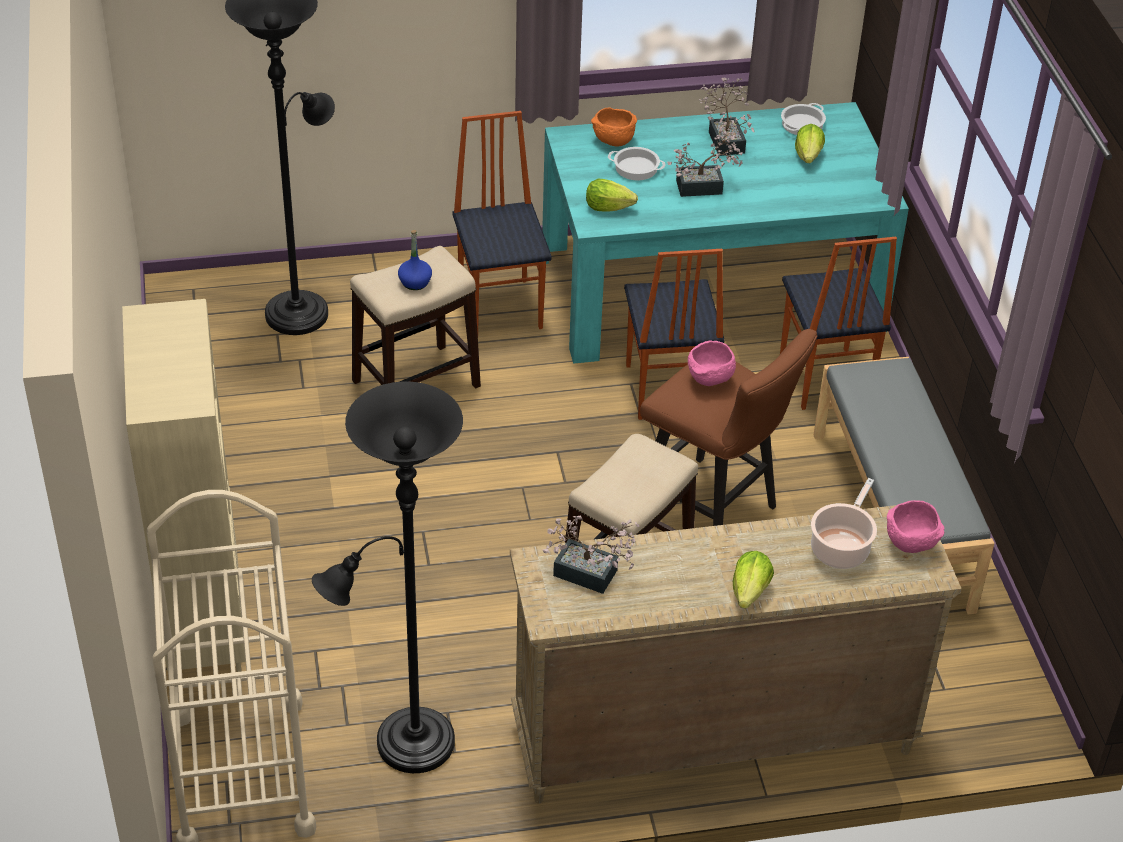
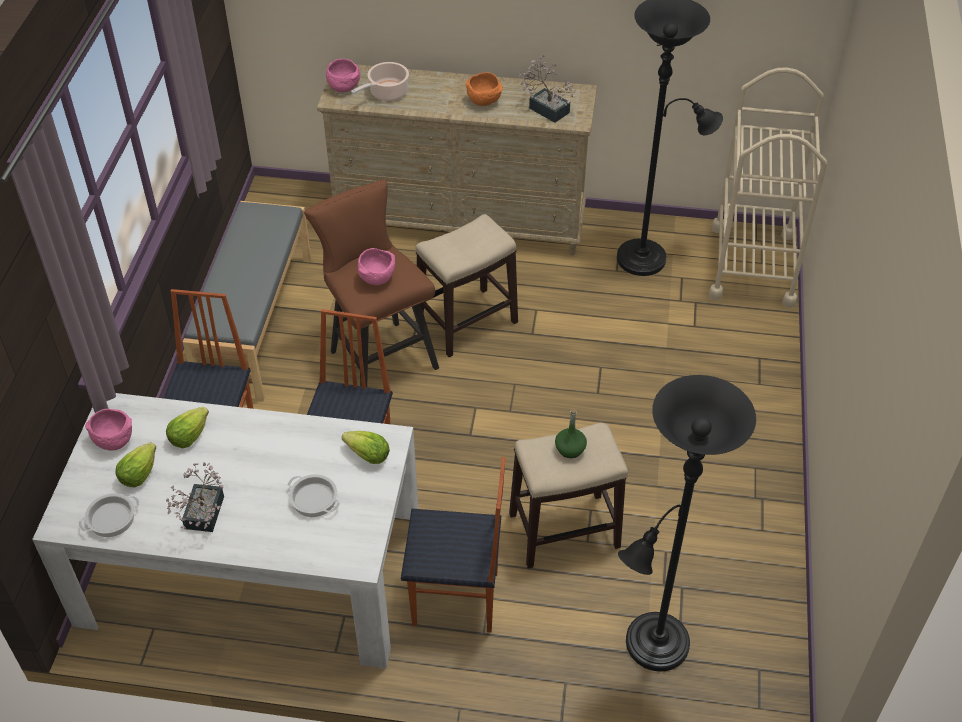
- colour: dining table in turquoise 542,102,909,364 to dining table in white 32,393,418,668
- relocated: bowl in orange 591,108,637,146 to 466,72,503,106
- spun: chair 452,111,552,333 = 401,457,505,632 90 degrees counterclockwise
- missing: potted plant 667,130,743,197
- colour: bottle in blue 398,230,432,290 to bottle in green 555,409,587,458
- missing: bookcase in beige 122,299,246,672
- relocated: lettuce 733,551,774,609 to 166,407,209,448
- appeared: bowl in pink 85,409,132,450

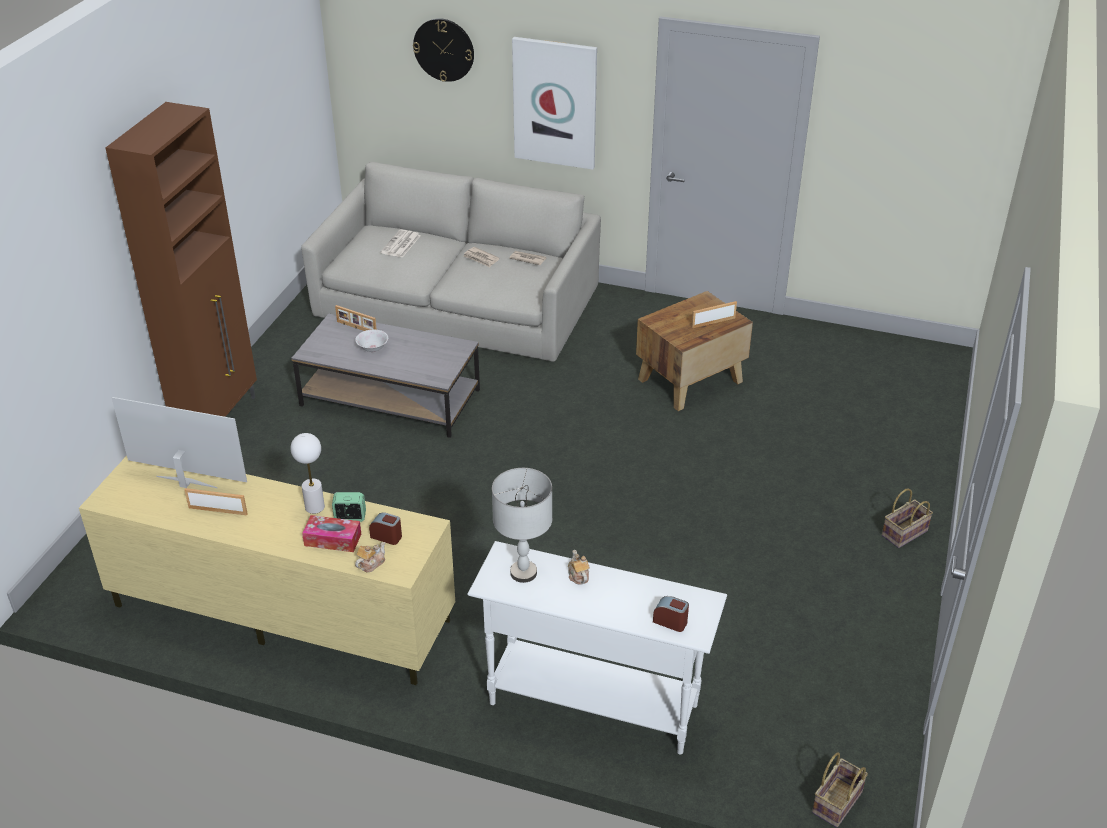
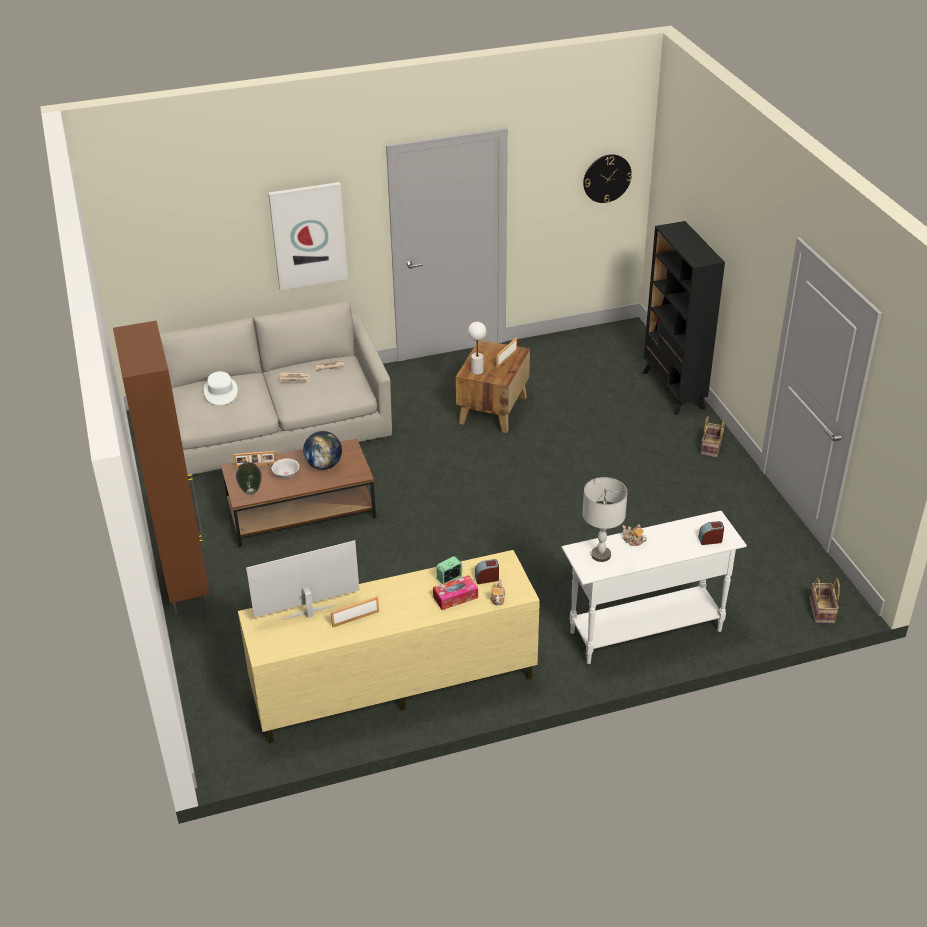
- relocated: wall clock 413,18,474,82 to 583,154,632,203
- exchanged: newspaper 380,229,421,258 to hat in white 204,371,237,405
- colour: coffee table in grey 291,313,480,438 to coffee table in brown 221,438,376,547
- relocated: table lamp in white 291,433,325,514 to 468,322,486,375
- appeared: bookcase in black 643,221,725,415
- appeared: globe 303,431,342,470
- appeared: vase 236,462,262,495

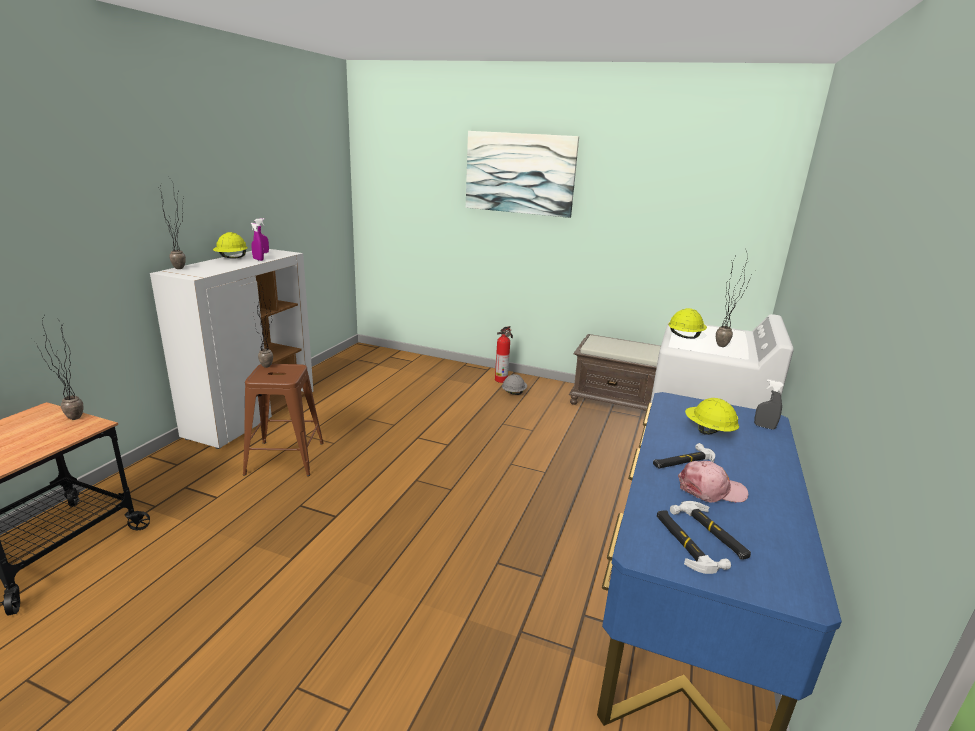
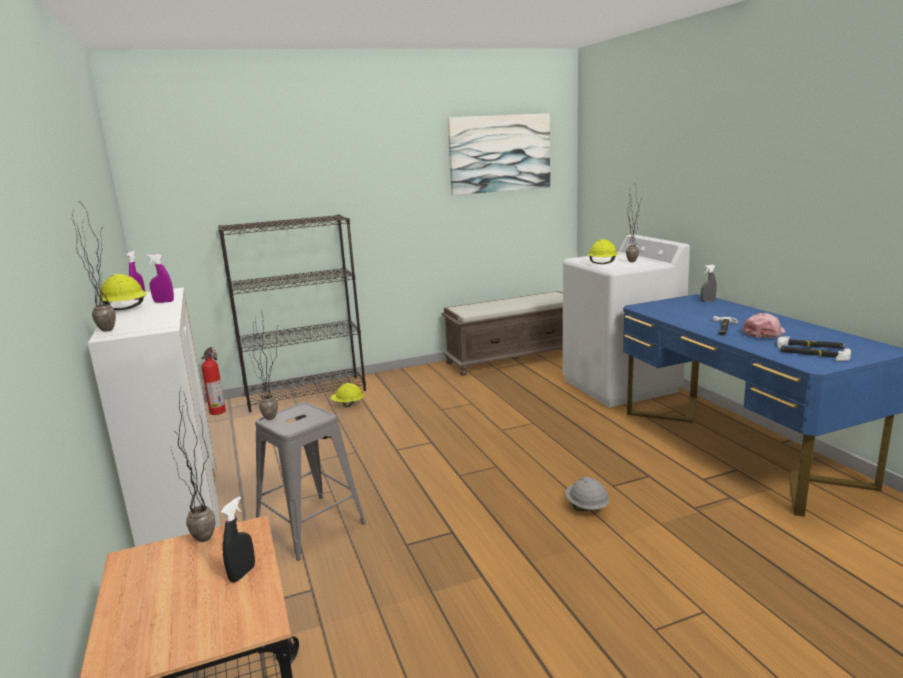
- relocated: picture 466,131,579,218 to 448,113,550,195
- relocated: fire extinguisher 495,326,513,383 to 201,347,226,415
- colour: stool in brown 243,364,324,476 to stool in grey 255,402,366,560
- relocated: hard hat in grey 502,374,527,395 to 565,477,609,511
- relocated: hard hat in yellow 685,398,739,435 to 331,383,364,407
- appeared: bookcase in black 218,214,366,412
- appeared: spray bottle in black 221,496,255,582

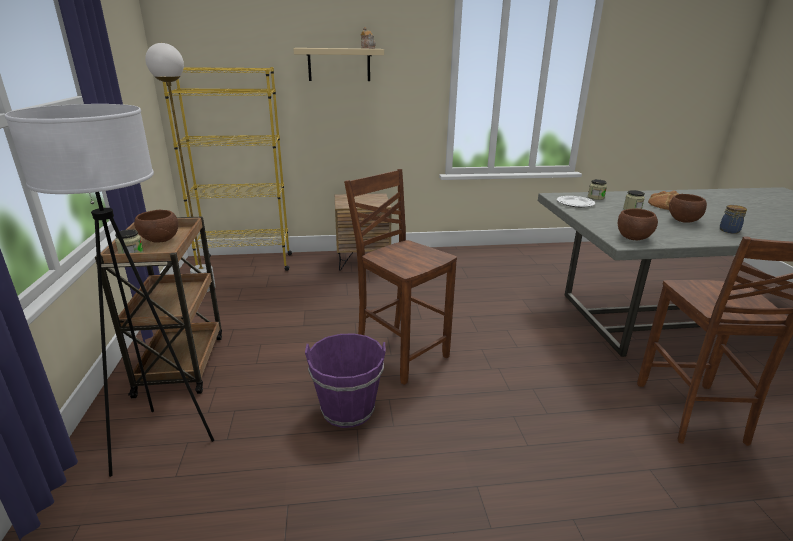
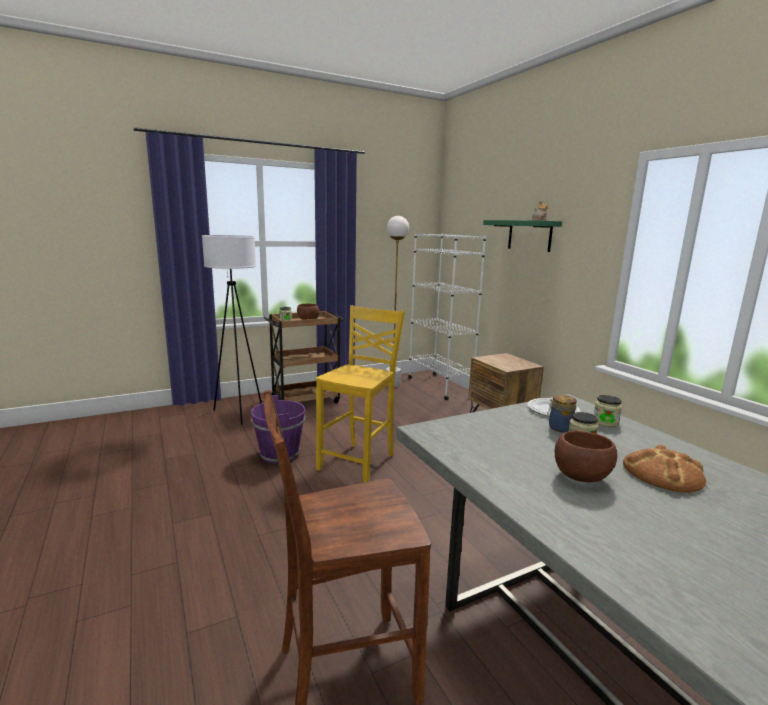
- colour: shelf in beige 293,48,384,81 to shelf in green 483,220,562,252
- colour: bookcase in yellow 163,67,292,271 to bookcase in white 408,233,486,400
- colour: chair in brown 344,169,457,385 to chair in yellow 316,305,405,483
- relocated: jar 720,205,747,234 to 547,395,577,433
- missing: bowl in brown 618,209,658,240

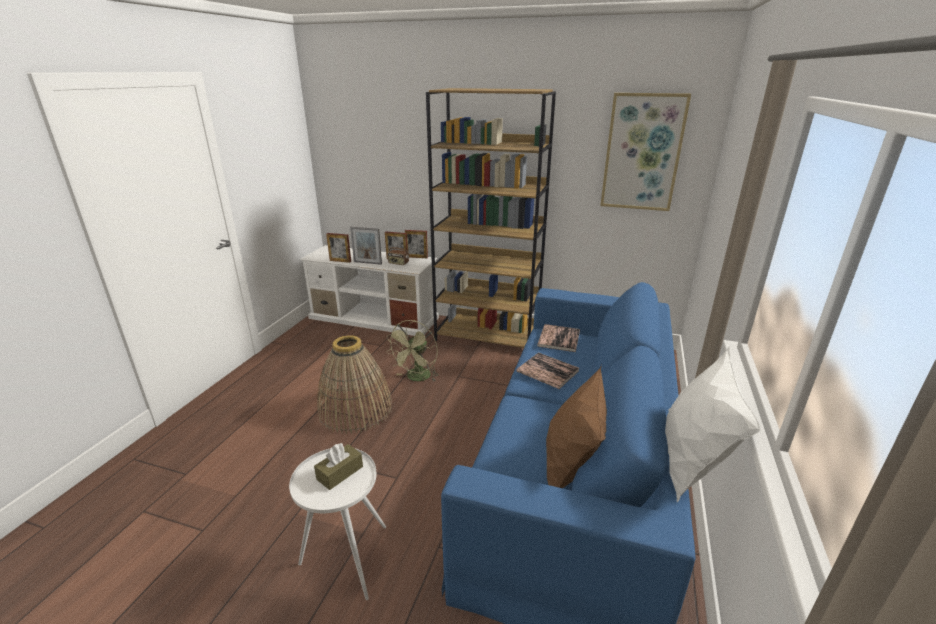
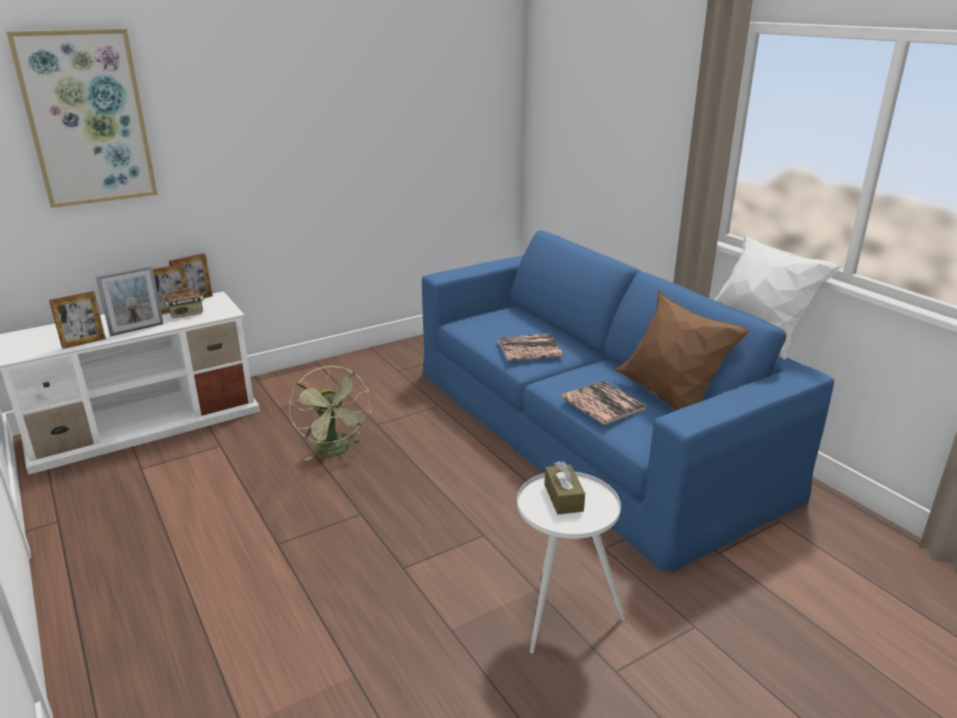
- missing: bookcase in brown 426,88,556,348
- relocated: picture 600,93,691,211 to 6,29,158,208
- relocated: book 537,324,580,352 to 562,380,646,425
- missing: basket 317,335,392,434

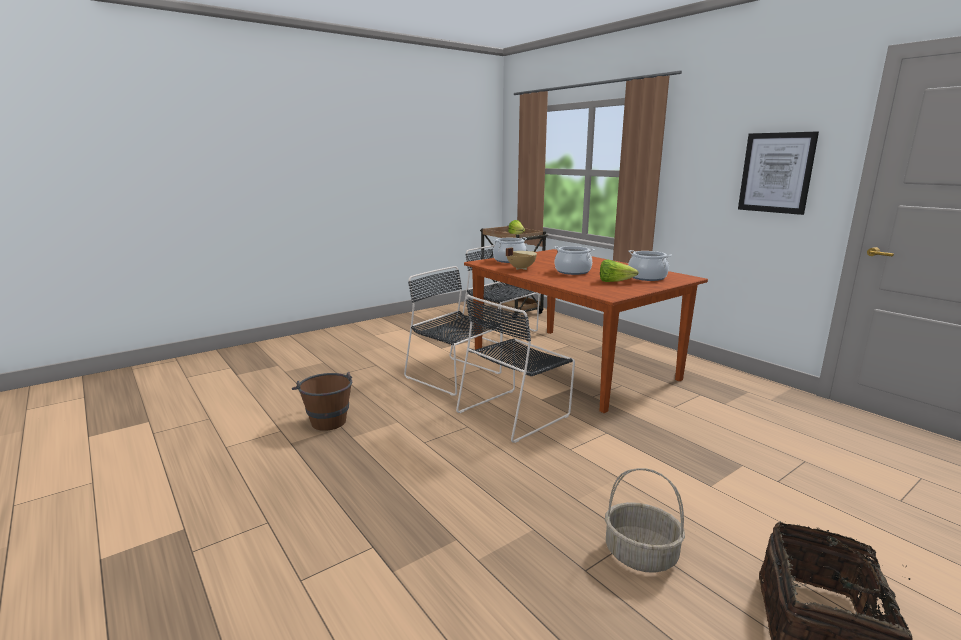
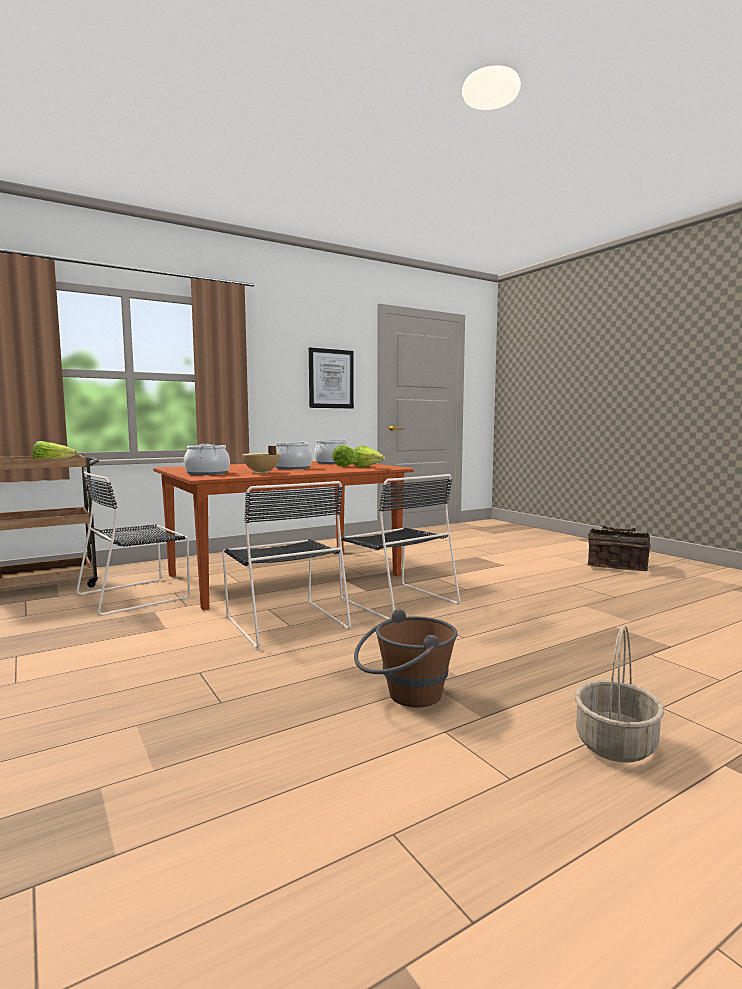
- spun: chair in black 404,266,503,396 = 222,481,351,648 75 degrees counterclockwise
- relocated: basket 605,468,685,573 to 575,626,664,762
- appeared: lettuce 353,445,385,467

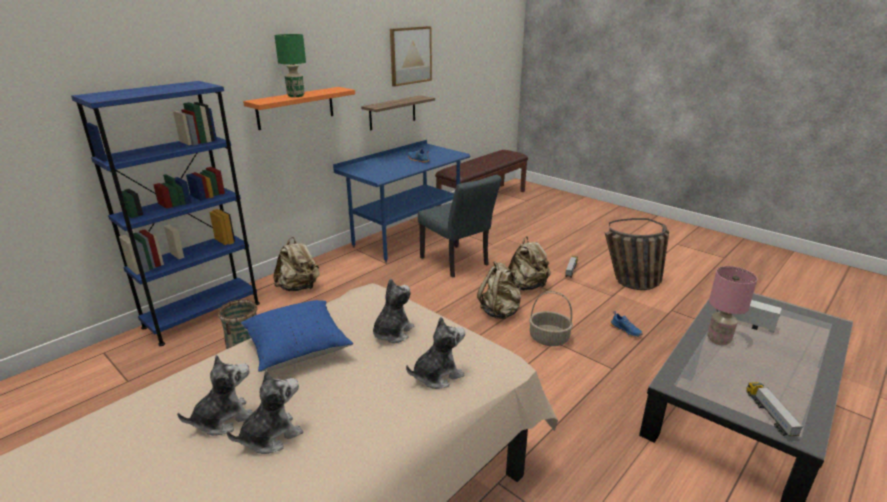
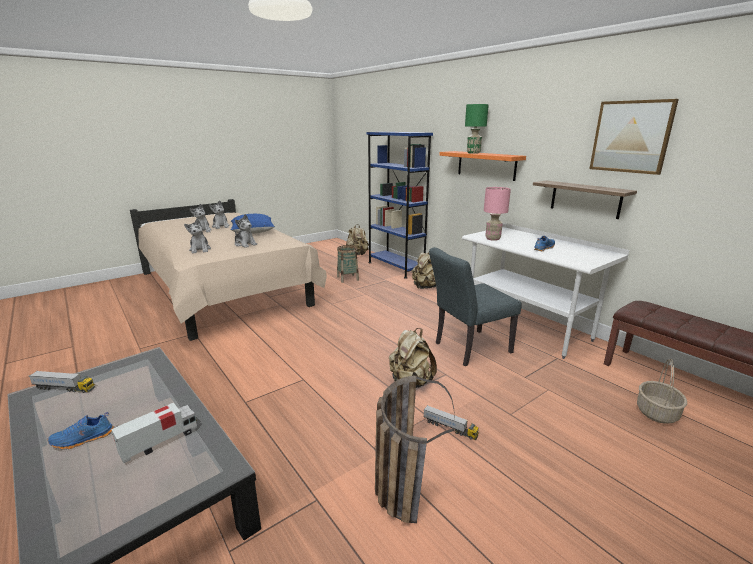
- colour: desk in blue 333,140,470,263 to desk in white 462,223,629,359
- relocated: backpack in beige 477,261,521,319 to 346,224,369,255
- relocated: table lamp in pink 707,266,757,345 to 484,187,511,241
- relocated: basket 529,291,573,346 to 637,359,687,424
- relocated: shoe in blue 610,311,643,337 to 48,412,114,449

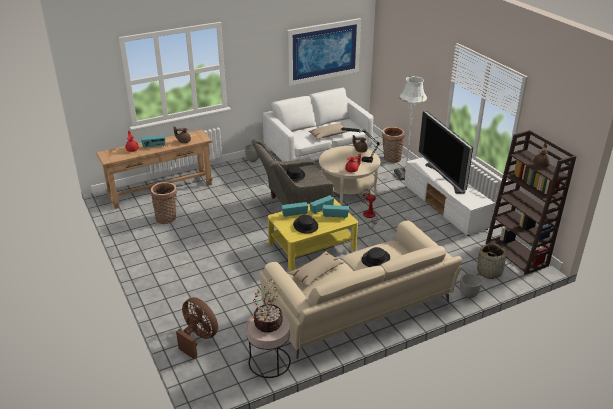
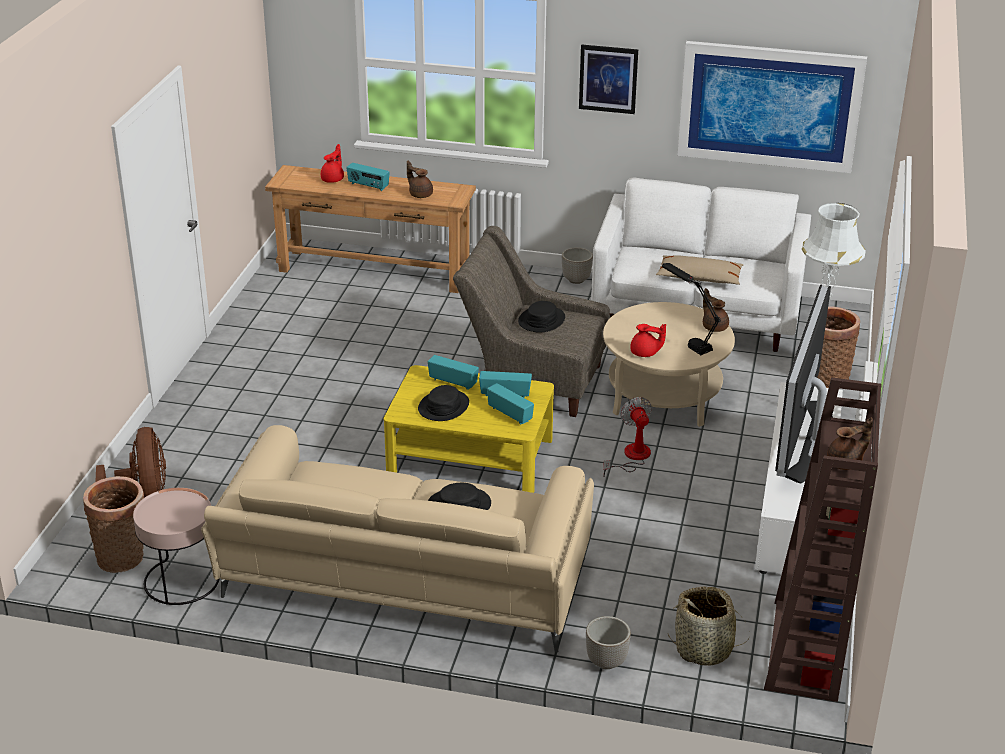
- relocated: basket 151,182,177,224 to 83,476,144,573
- missing: pillow in beige 288,251,344,286
- missing: potted plant 253,279,283,333
- appeared: picture 579,45,638,114

